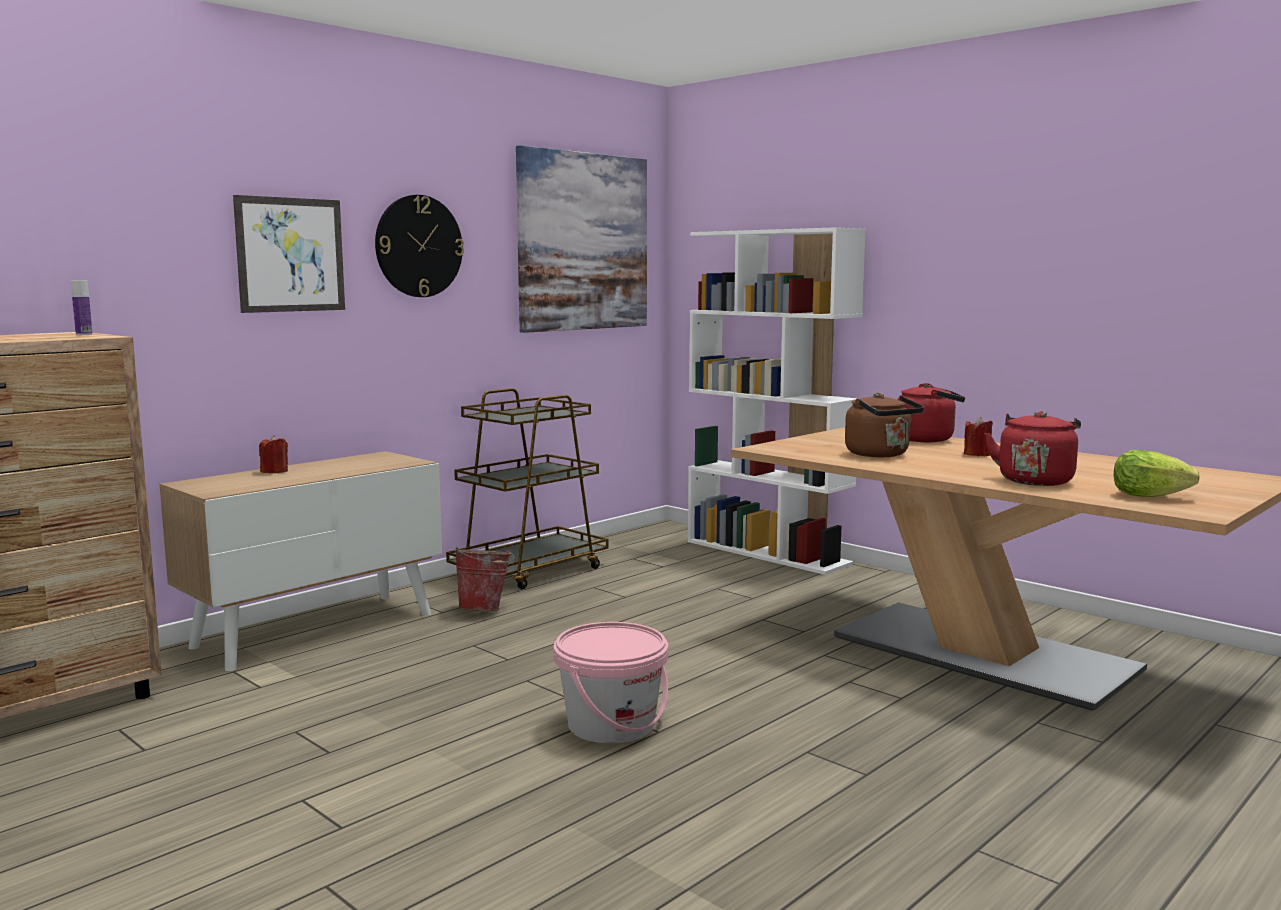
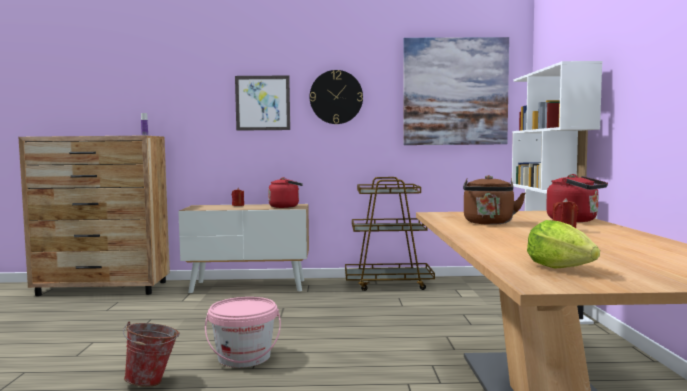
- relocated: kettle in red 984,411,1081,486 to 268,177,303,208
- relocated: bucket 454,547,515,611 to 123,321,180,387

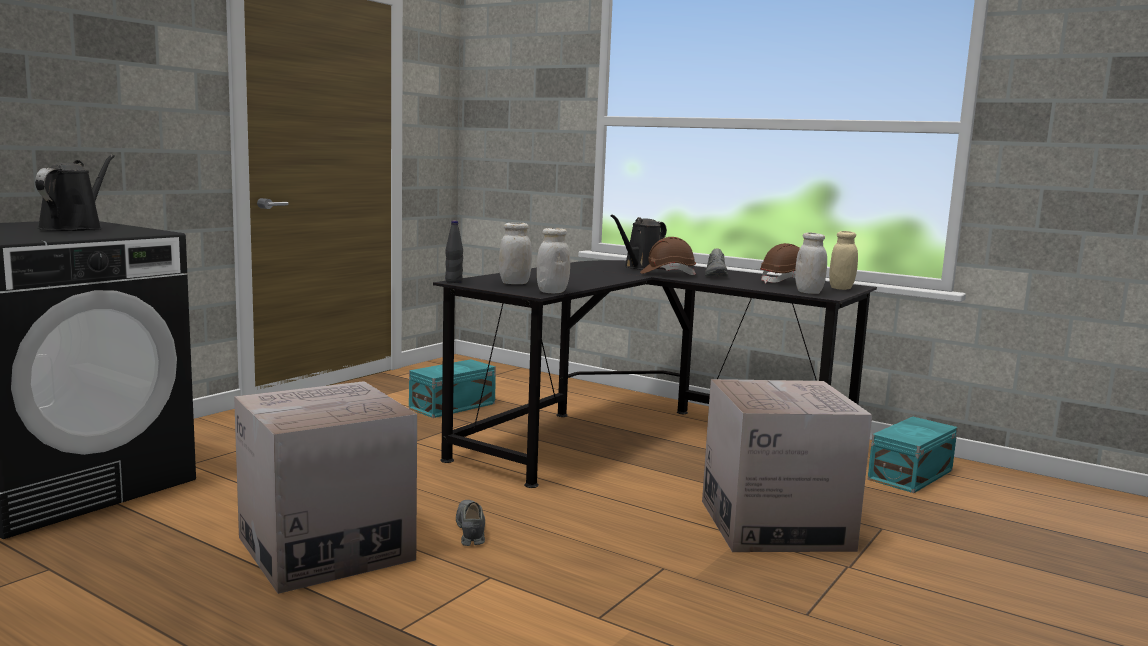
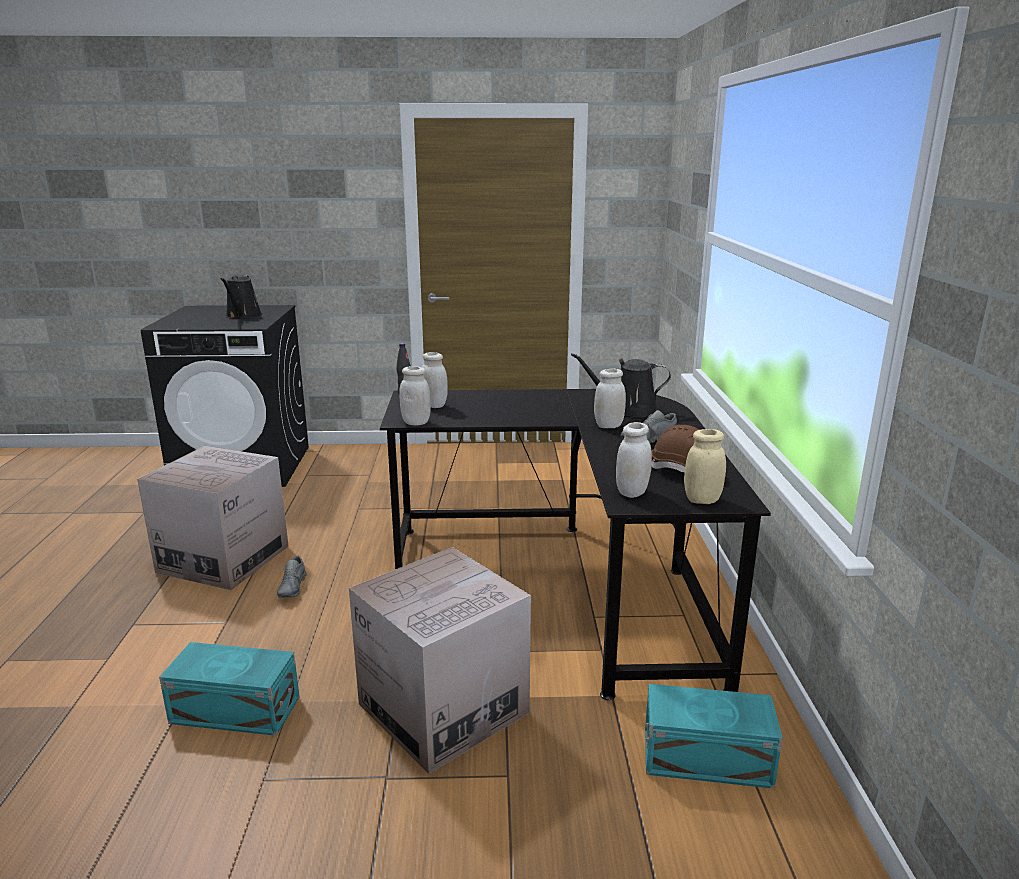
- spun: watering can in black 35,155,115,231 = 221,275,262,319 120 degrees clockwise
- exchanged: hard hat in brown 640,237,696,275 to jar in white 594,369,626,428
- relocated: storage box in turquoise 409,359,496,418 to 159,642,300,736
- spun: shoe in grey 456,500,485,546 = 277,556,307,598 135 degrees clockwise

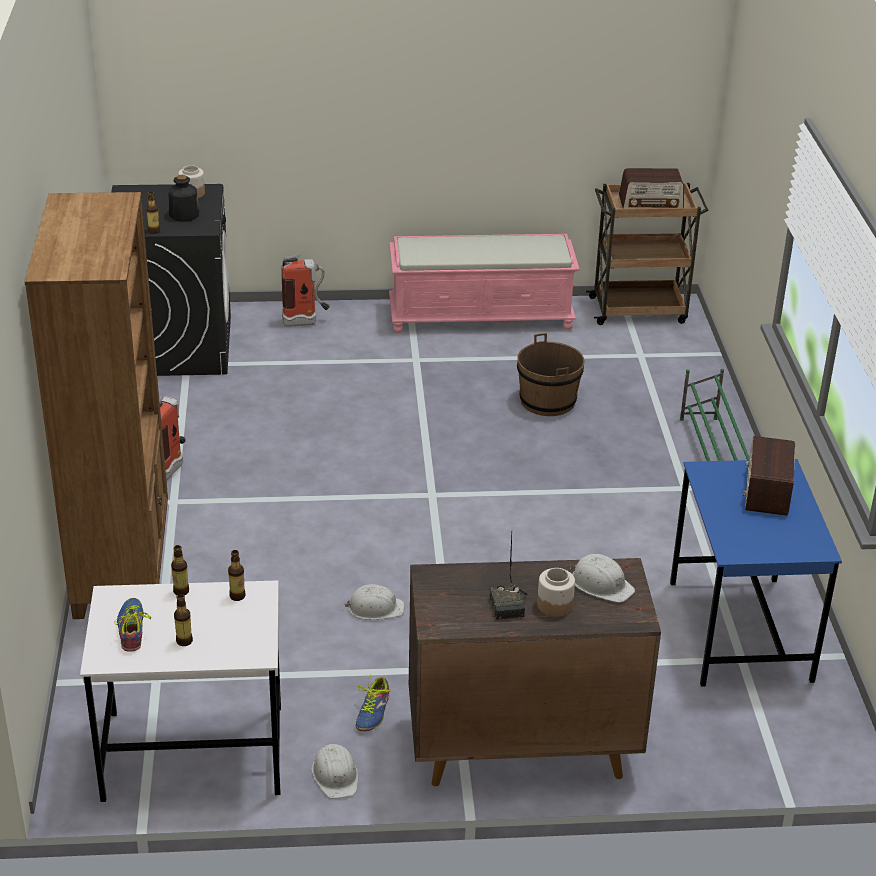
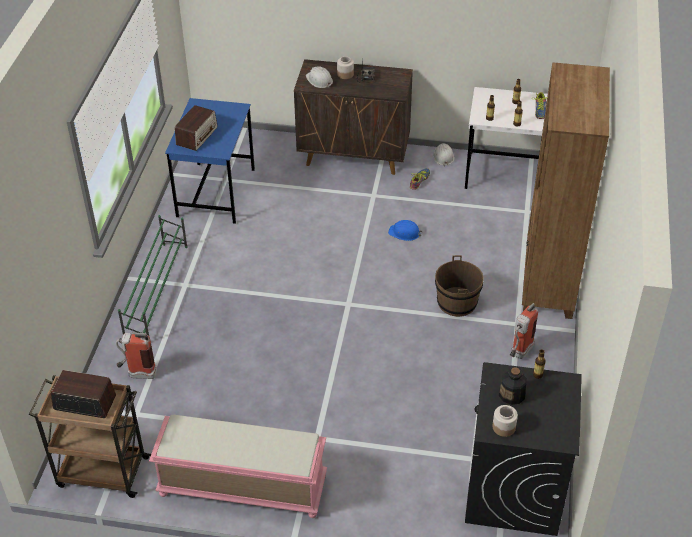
- relocated: fire extinguisher 281,254,330,327 to 116,332,157,379
- relocated: bucket in brown 517,333,585,416 to 435,255,484,317
- colour: hard hat in white 345,584,405,620 to hard hat in blue 388,220,422,241

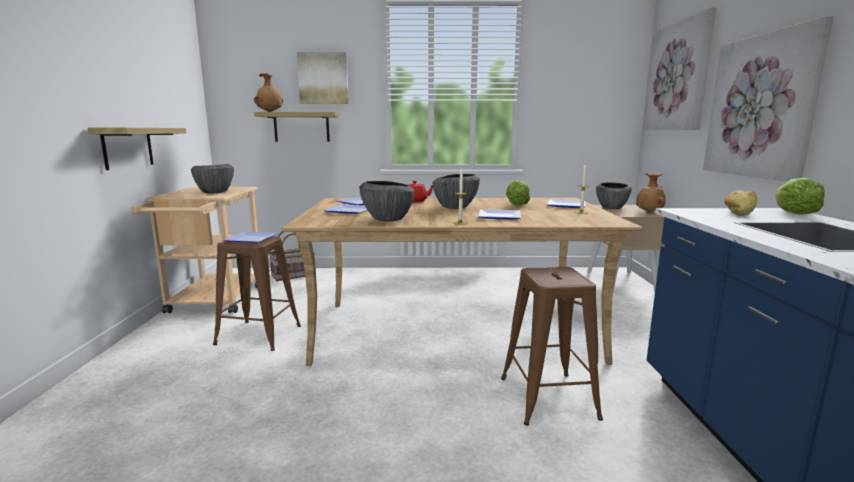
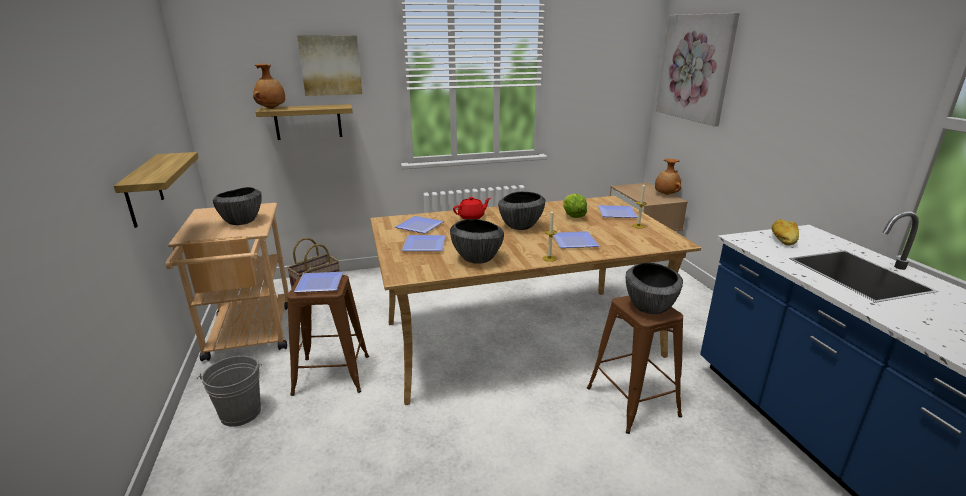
- missing: picture 703,16,834,182
- missing: lettuce 775,178,825,215
- relocated: bowl 596,182,632,209 to 626,263,683,314
- appeared: bucket in grey 197,356,262,427

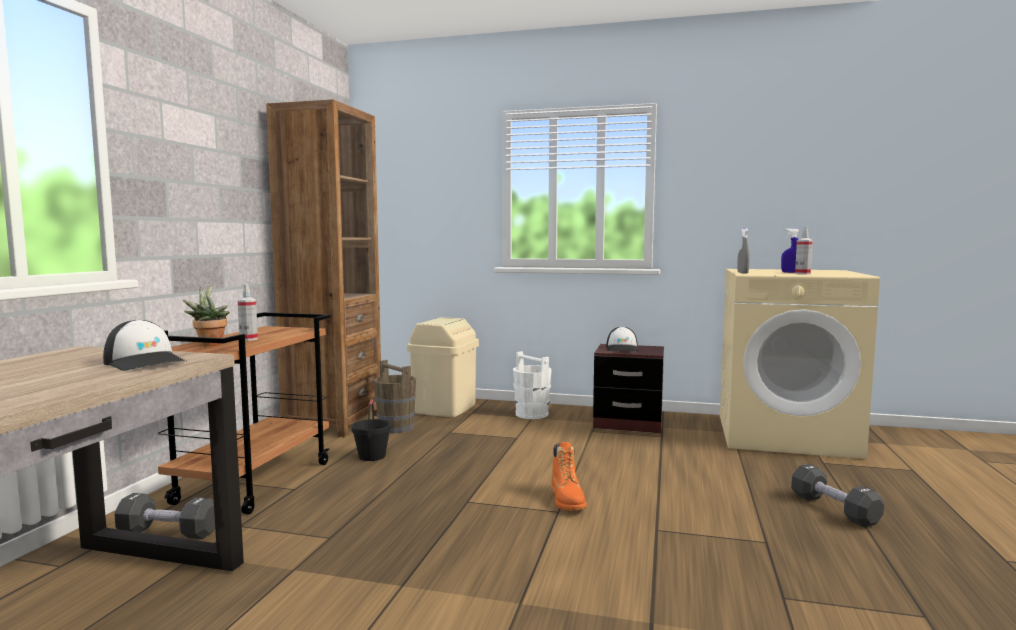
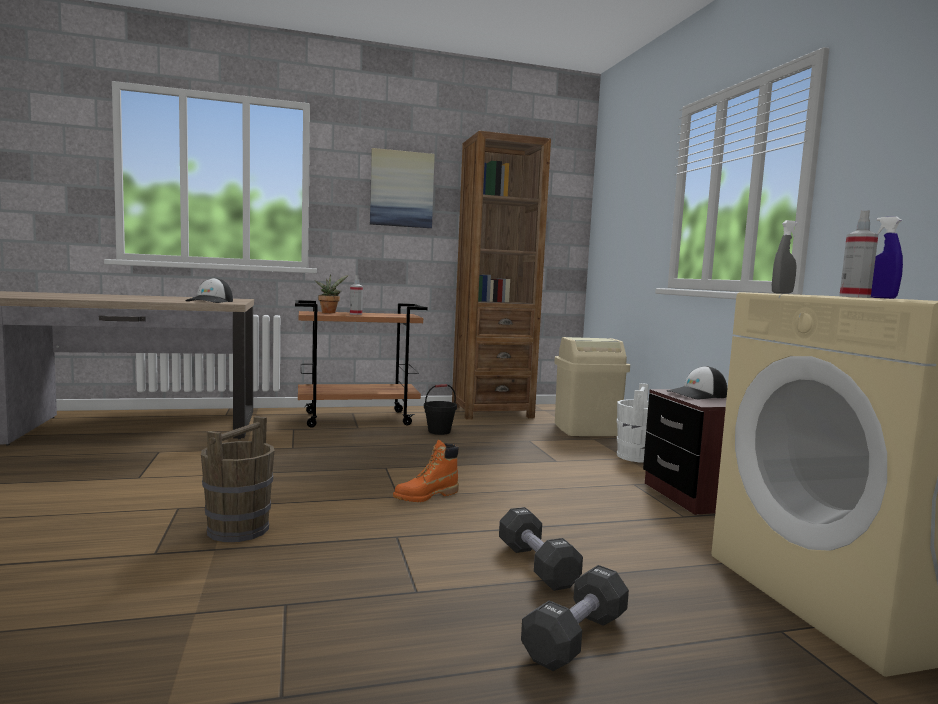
- relocated: bucket in brown 374,360,416,433 to 201,416,274,542
- relocated: dumbbell in black 114,493,215,539 to 499,507,583,591
- appeared: picture 370,148,435,228

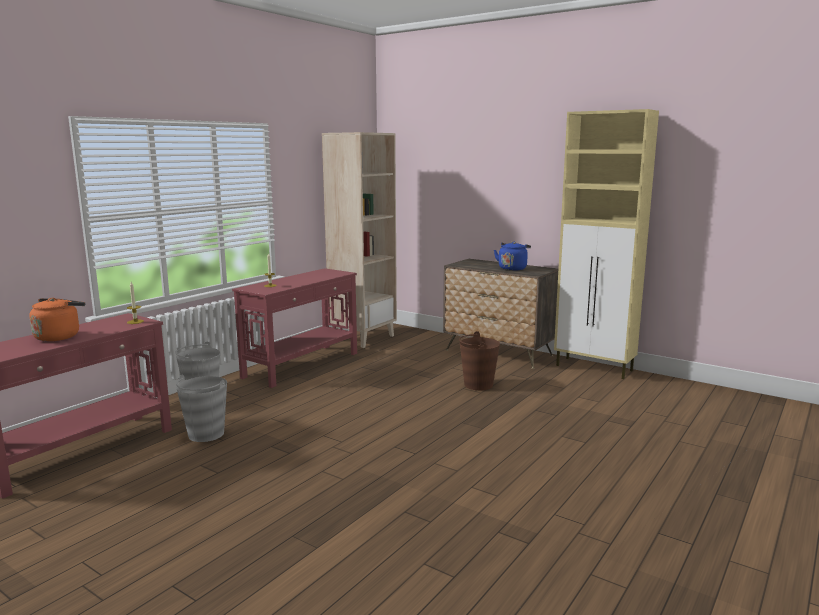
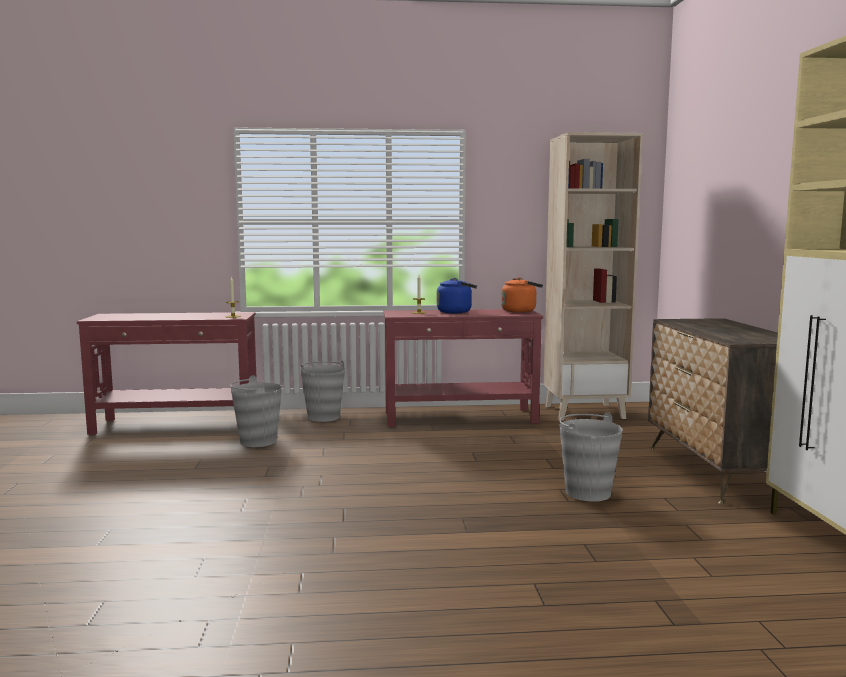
- relocated: kettle in blue 494,242,531,271 to 437,278,477,313
- relocated: kettle in orange 29,298,85,341 to 501,277,543,313
- colour: bucket in brown 459,331,500,390 to bucket in grey 559,412,623,502

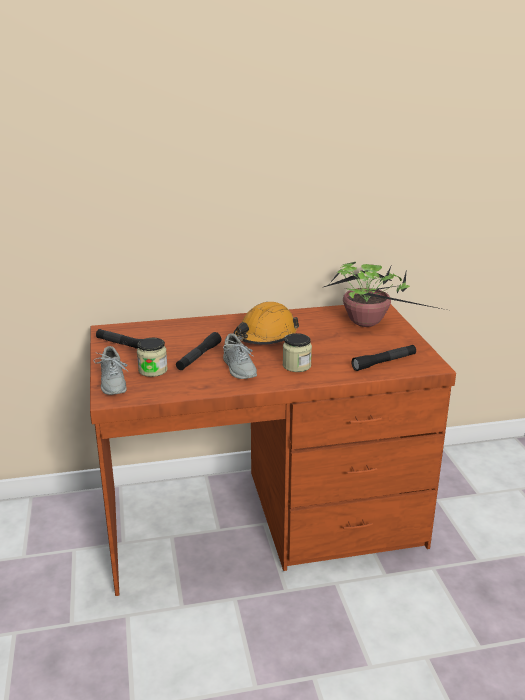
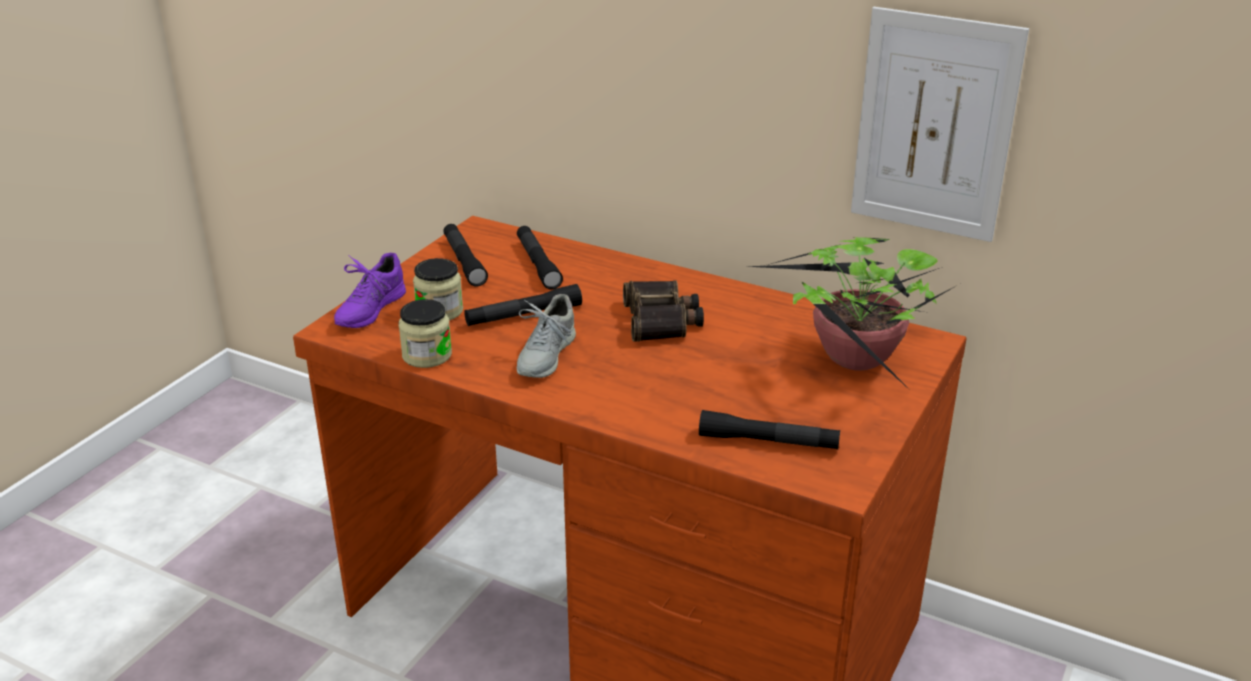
- exchanged: hard hat in orange 233,302,299,345 to binoculars 623,280,704,342
- relocated: jar 283,333,312,372 to 399,299,452,368
- colour: shoe in grey 94,346,129,395 to shoe in purple 334,253,406,328
- appeared: picture 851,7,1029,242
- appeared: flashlight in black 517,226,563,289

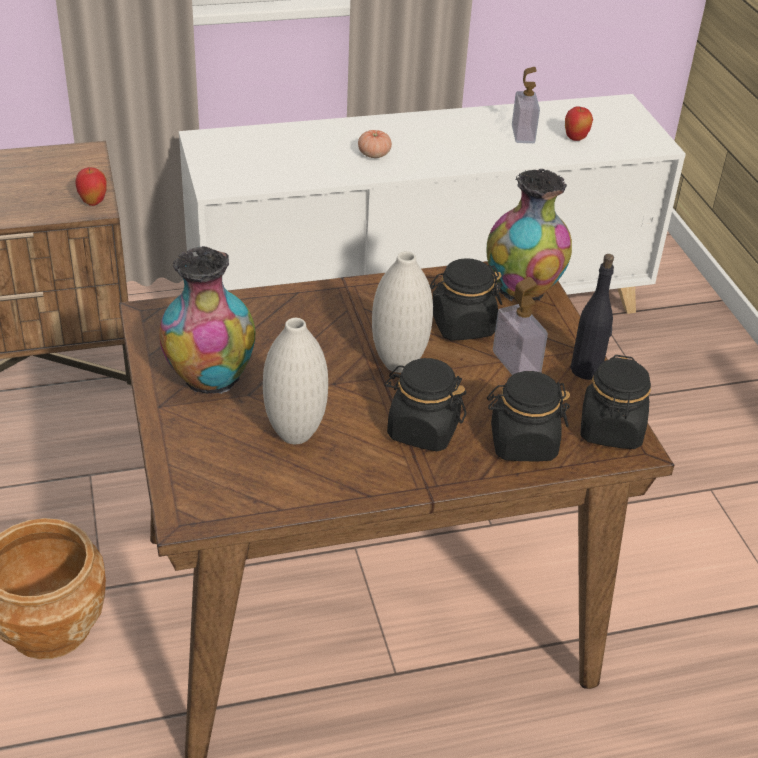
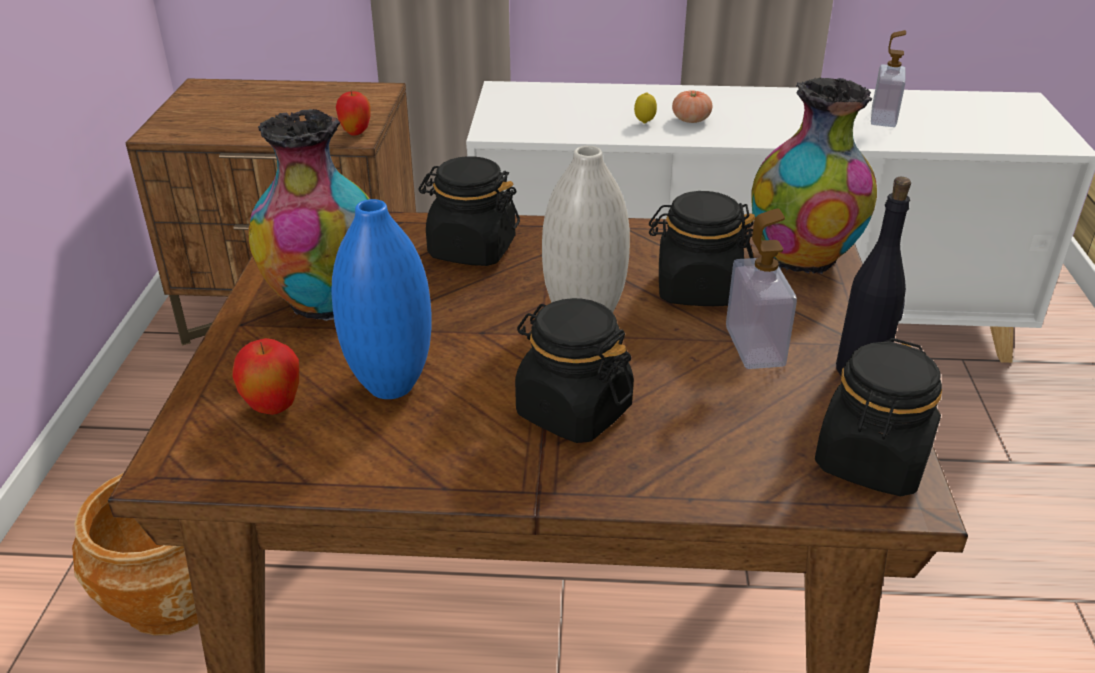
- relocated: apple 565,106,593,141 to 232,338,299,415
- colour: vase in white 263,318,328,444 to vase in blue 331,199,432,399
- relocated: jar in black 487,371,570,461 to 418,156,520,266
- appeared: lemon 634,92,657,124

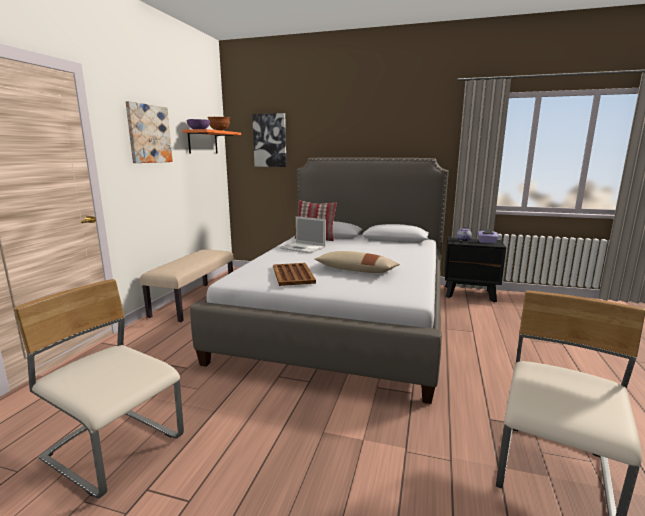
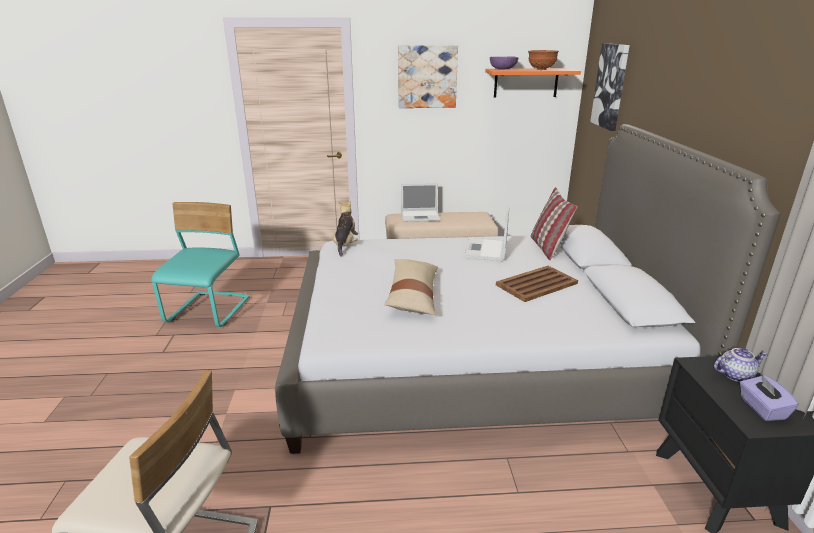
- relocated: tray in brown 273,263,316,286 to 496,266,578,302
- colour: chair in beige 14,279,184,499 to chair in turquoise 151,202,250,327
- appeared: laptop 401,183,441,222
- appeared: plush toy 333,201,358,257

